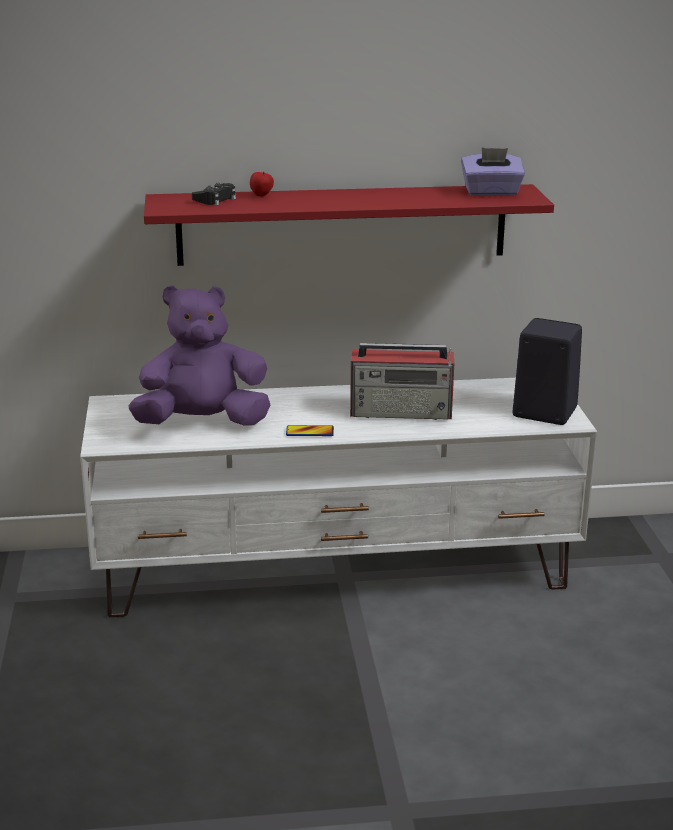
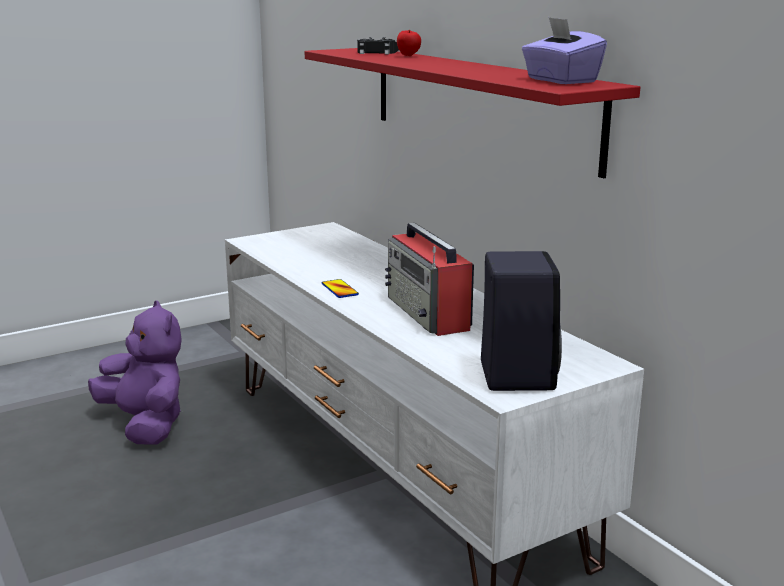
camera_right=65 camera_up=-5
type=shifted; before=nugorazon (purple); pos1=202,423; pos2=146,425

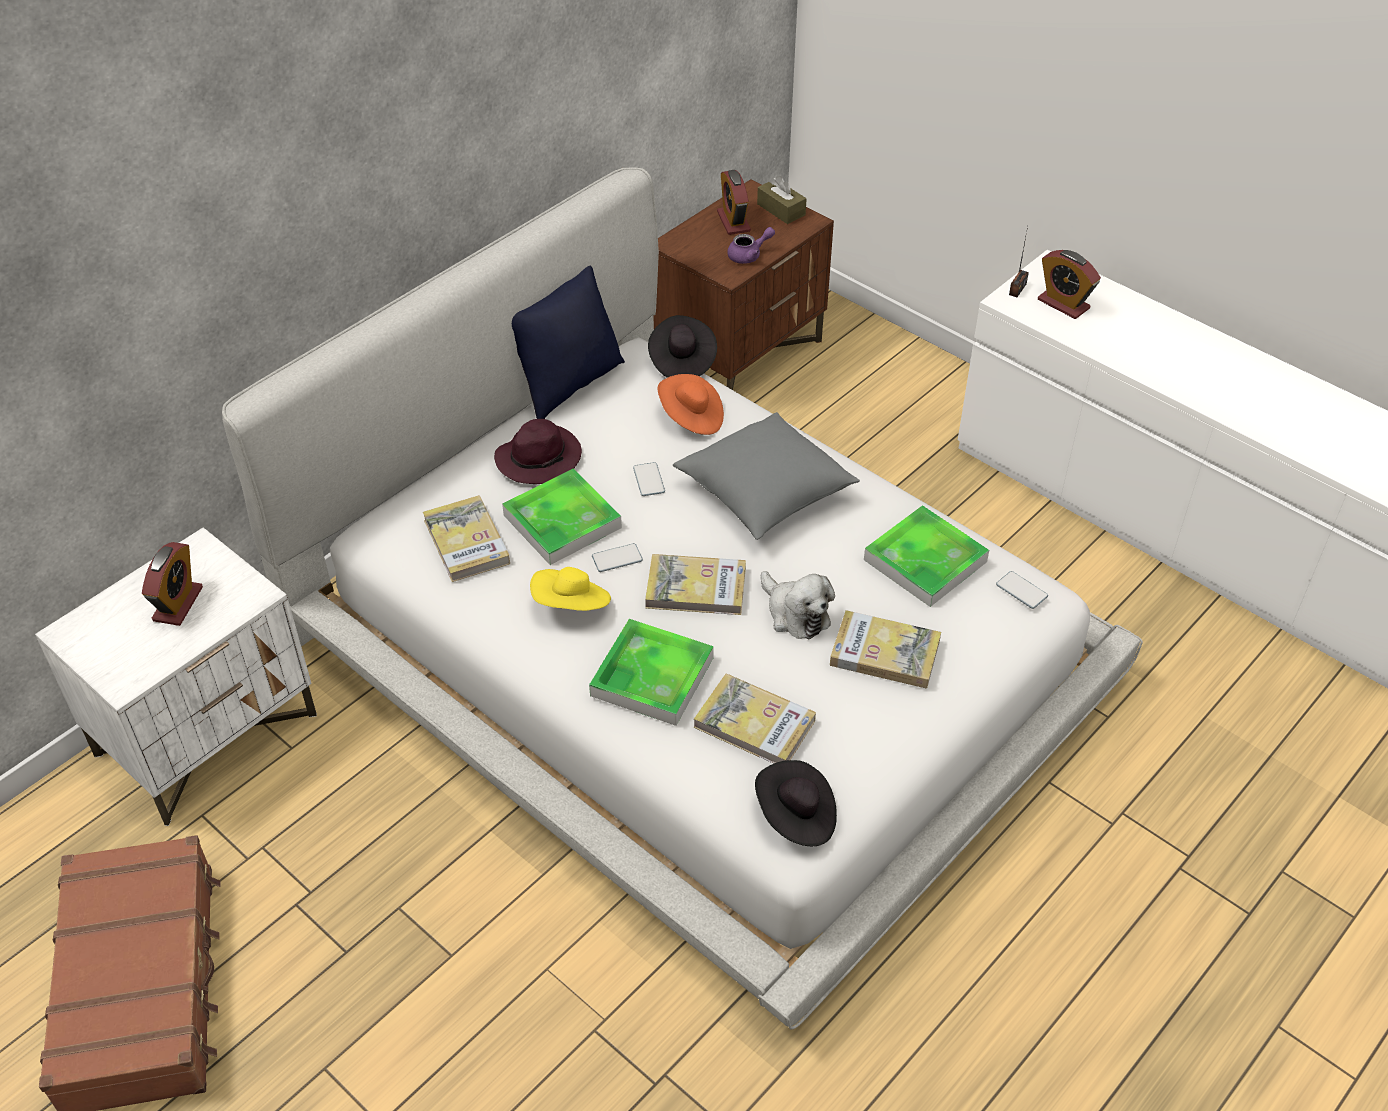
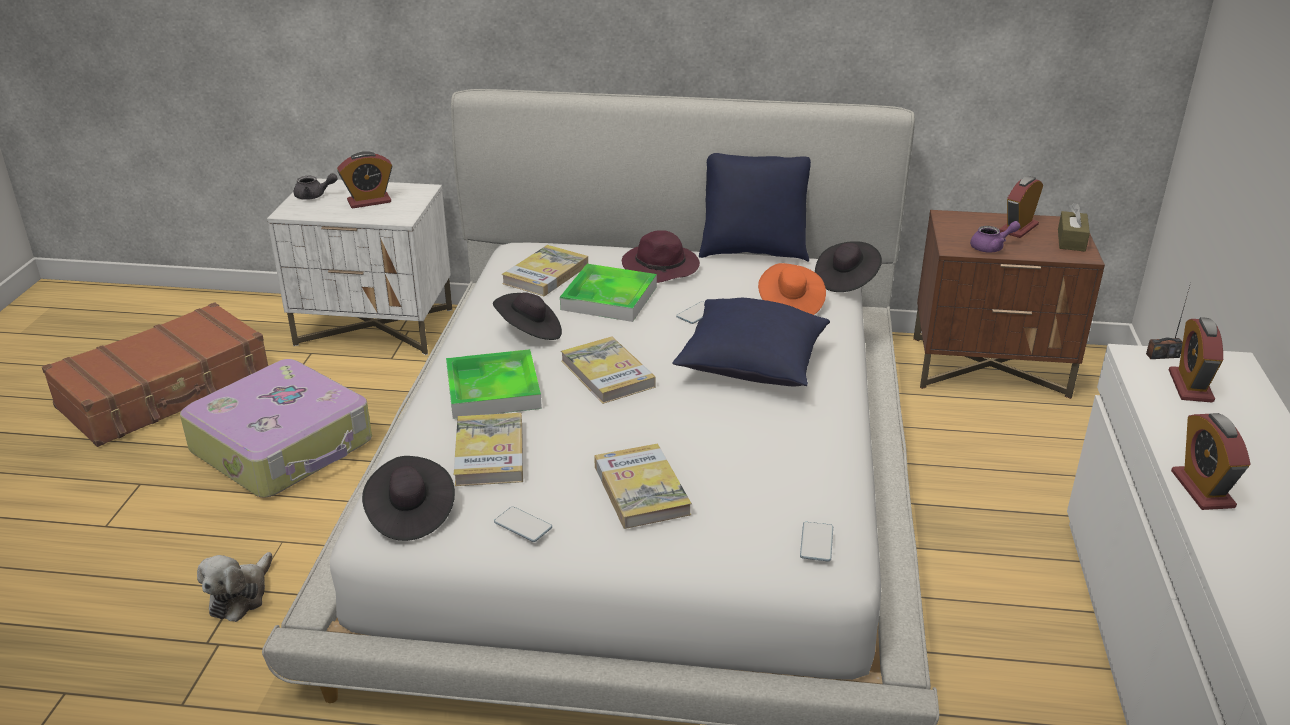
camera_right=55 camera_up=-15
type=rotated; before=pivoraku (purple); pos1=749,255; pos2=991,247; turn=-45
type=repainted; before=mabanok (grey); after=mabanok (blue); pos1=765,494; pos2=751,366
type=gone; before=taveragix; pos1=925,561
type=shifted; before=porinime; pos1=617,558; pos2=523,525
type=repainted; before=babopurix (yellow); after=babopurix (black); pos1=572,605; pos2=529,332
type=shifted; before=nugorazon; pos1=795,613; pos2=240,596
type=new; after=pivoraku (grey); pos2=314,196
type=new; after=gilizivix; pos2=284,446
type=new; after=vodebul; pos2=1202,489

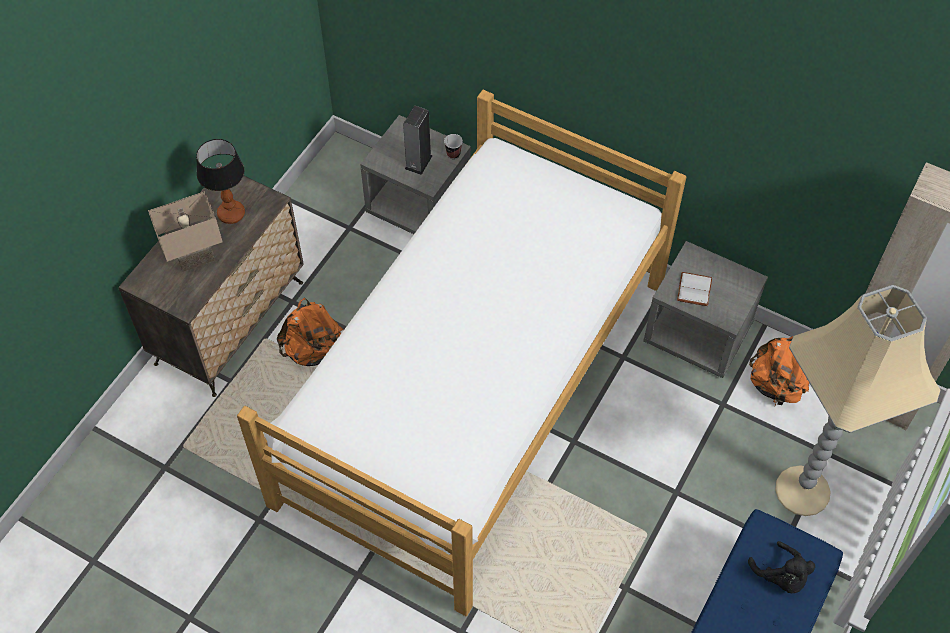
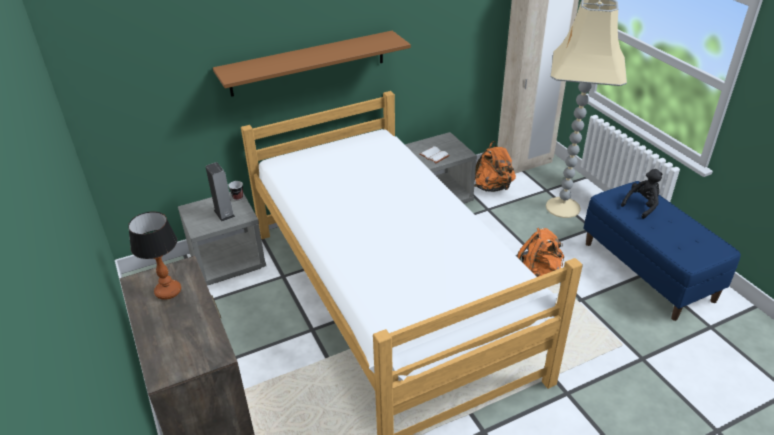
camera_right=-55 camera_up=-20
type=gone; before=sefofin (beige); pos1=195,260
type=shifted; before=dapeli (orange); pos1=314,350; pos2=539,276
type=rotated; before=nugorazon (black); pos1=781,577; pos2=642,205; turn=-45
type=new; after=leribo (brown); pos2=308,63

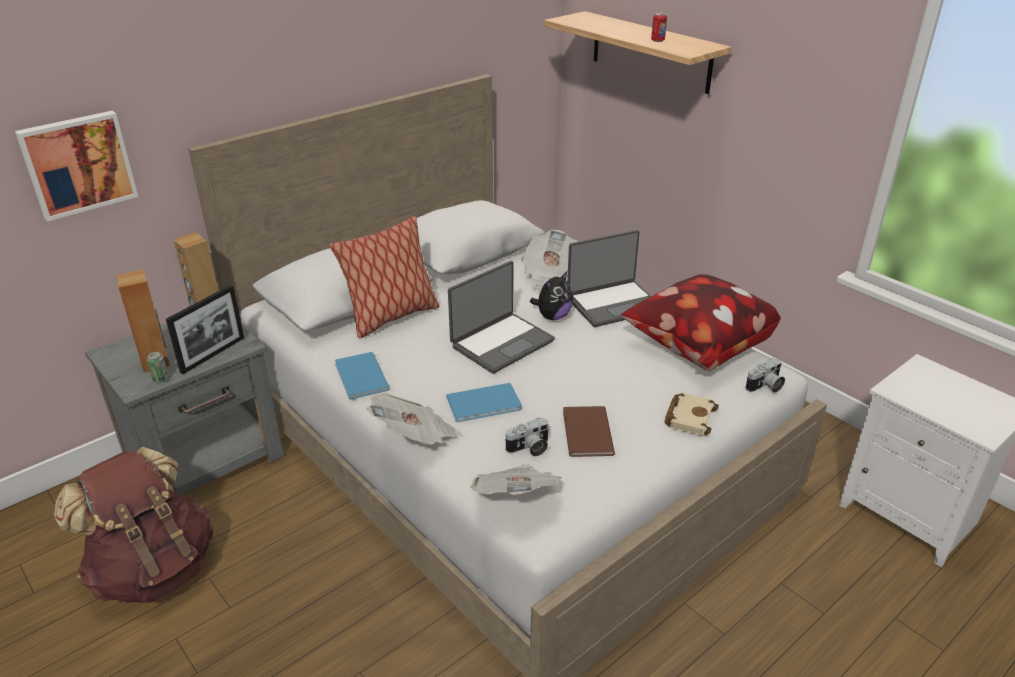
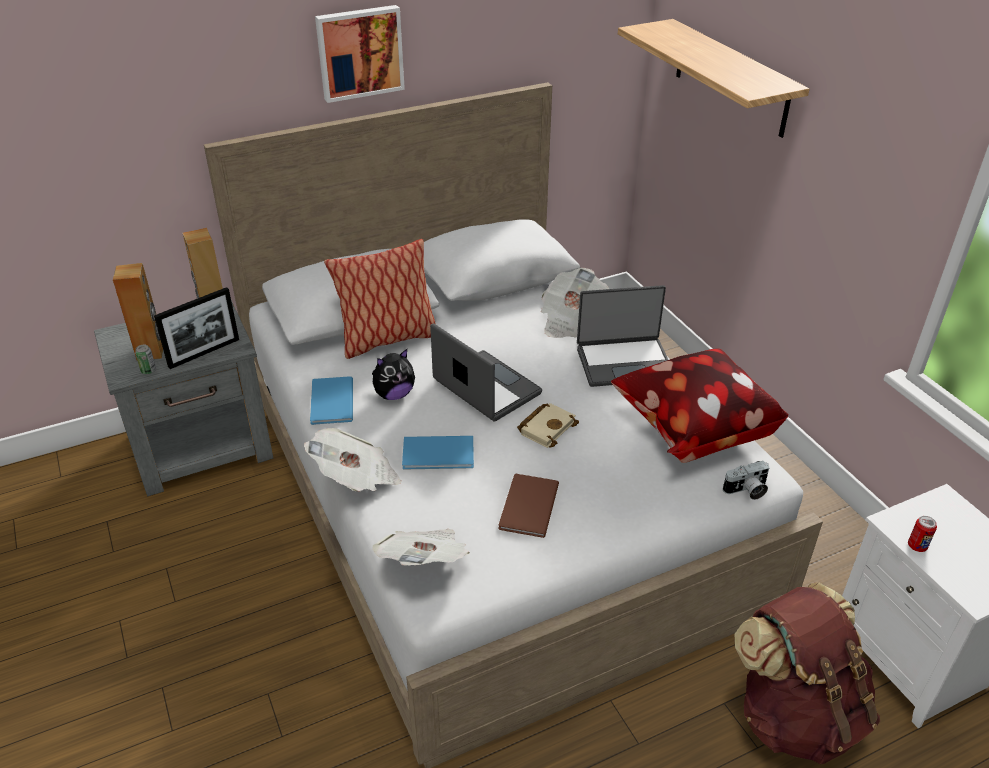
camera_right=15 camera_up=5
type=shifted; before=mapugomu; pos1=657,40; pos2=917,546
type=shifted; before=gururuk; pos1=78,164; pos2=359,52
type=rotated; before=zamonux; pos1=501,343; pos2=485,388; turn=-105
type=shifted; before=nugorazon; pos1=553,316; pos2=394,394
type=shifted; before=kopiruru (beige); pos1=689,416; pos2=547,427
type=gone; before=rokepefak; pos1=529,448
type=shifted; before=dapeli (brown); pos1=154,569; pos2=795,714

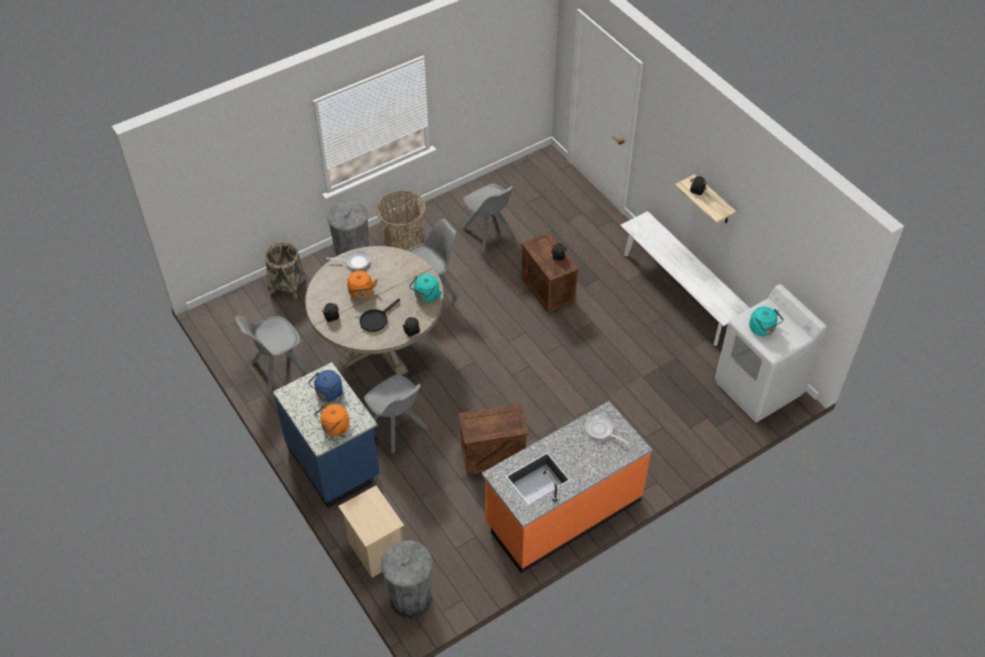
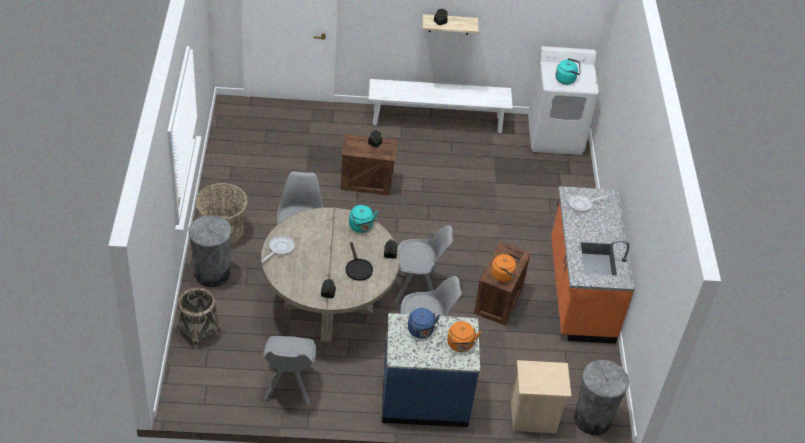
camera_right=-60 camera_up=-5
type=shifted; before=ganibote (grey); pos1=488,233; pos2=417,288
type=shifted; before=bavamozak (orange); pos1=361,293; pos2=504,275

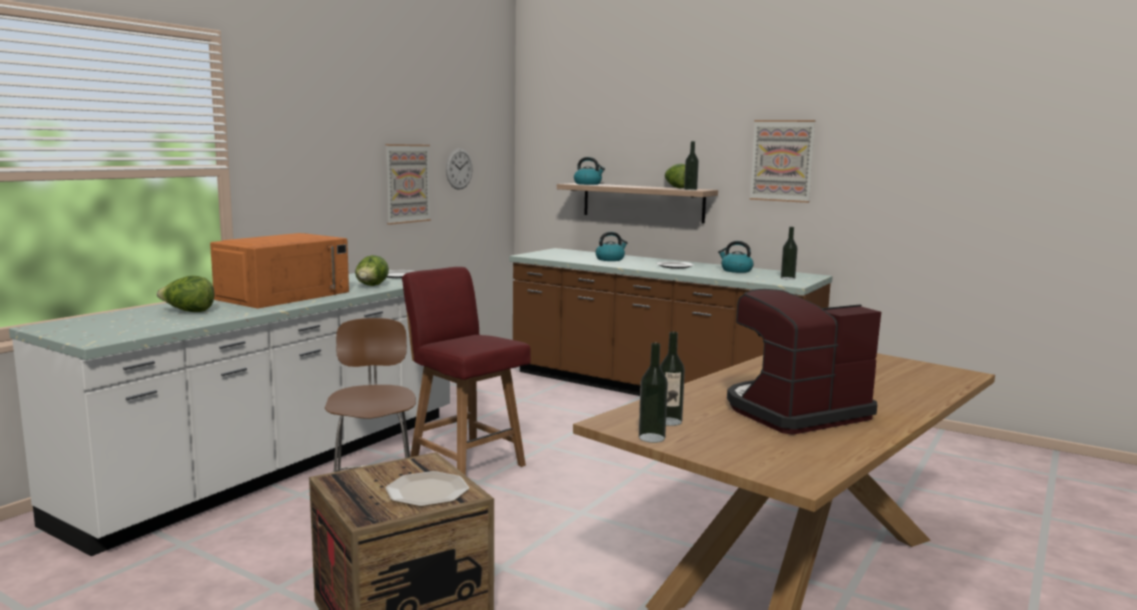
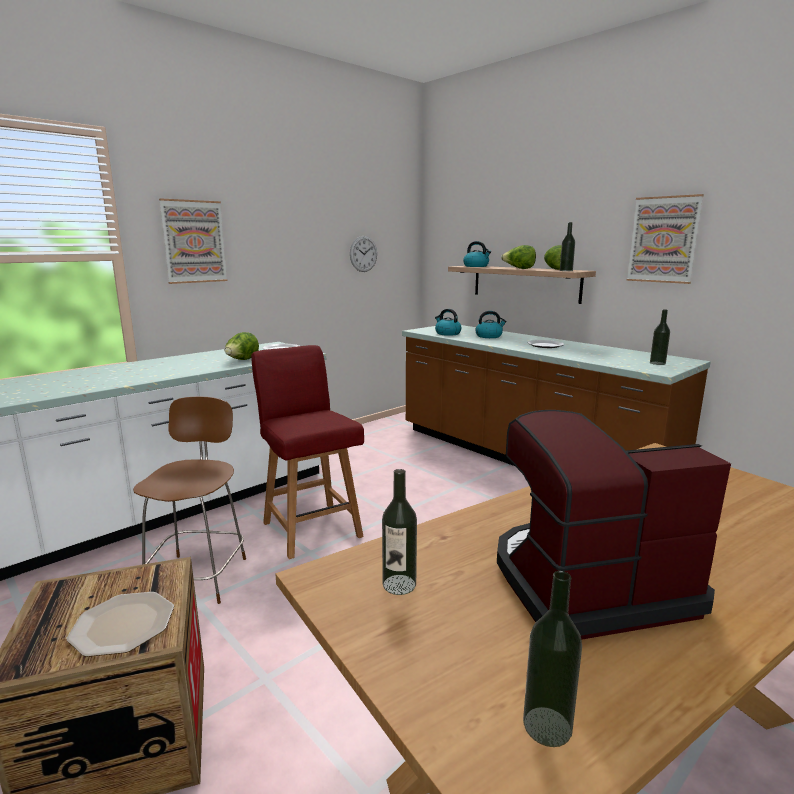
camera_right=15 camera_up=5
type=shifted; before=gururuk; pos1=407,183; pos2=194,242
type=gone; before=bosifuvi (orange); pos1=284,295
type=shifted; before=bavamozak; pos1=736,270; pos2=447,333
type=shifted; before=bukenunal; pos1=188,312; pos2=519,268
type=shifted; before=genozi; pos1=651,438; pos2=547,726

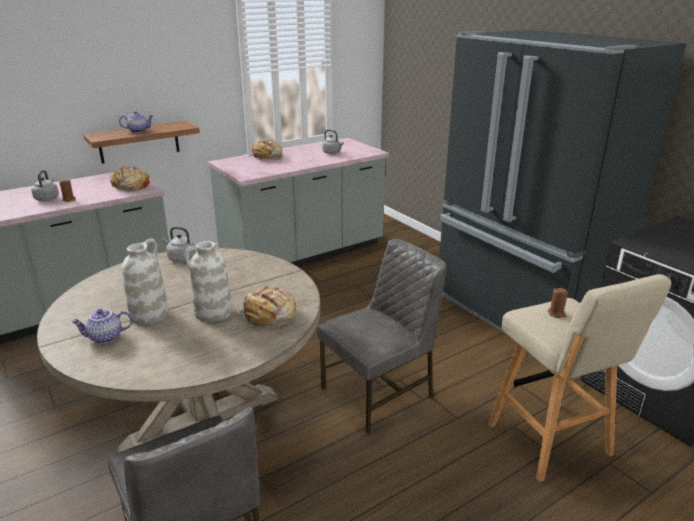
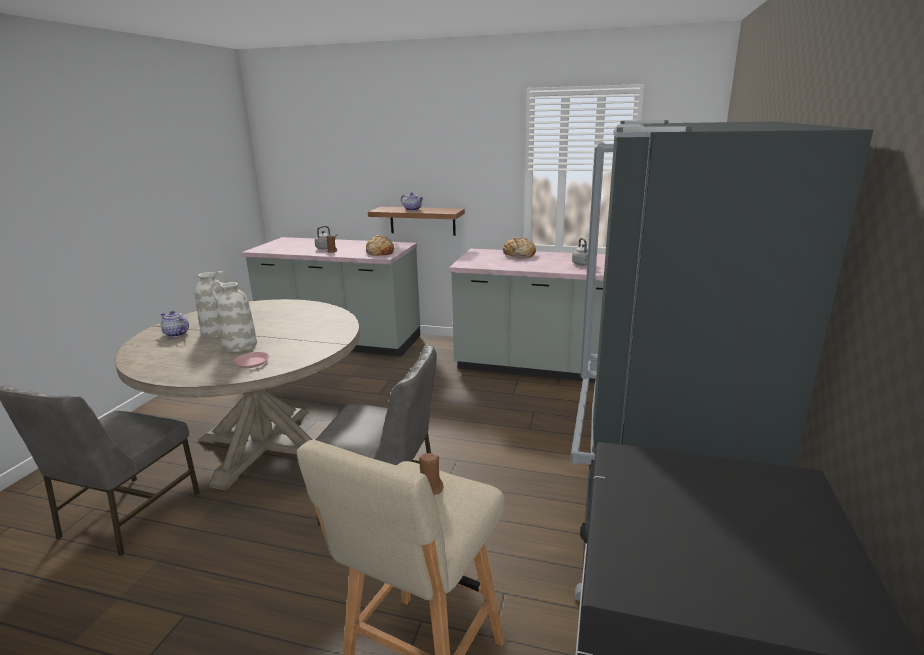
camera_right=50 camera_up=-5
type=gone; before=bavamozak (grey); pos1=180,258
type=swapped; before=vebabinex; after=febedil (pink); pos1=269,316; pos2=252,362

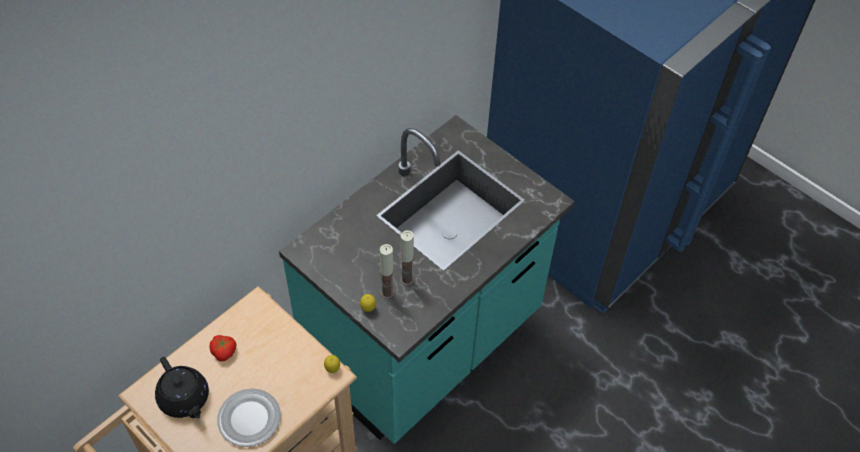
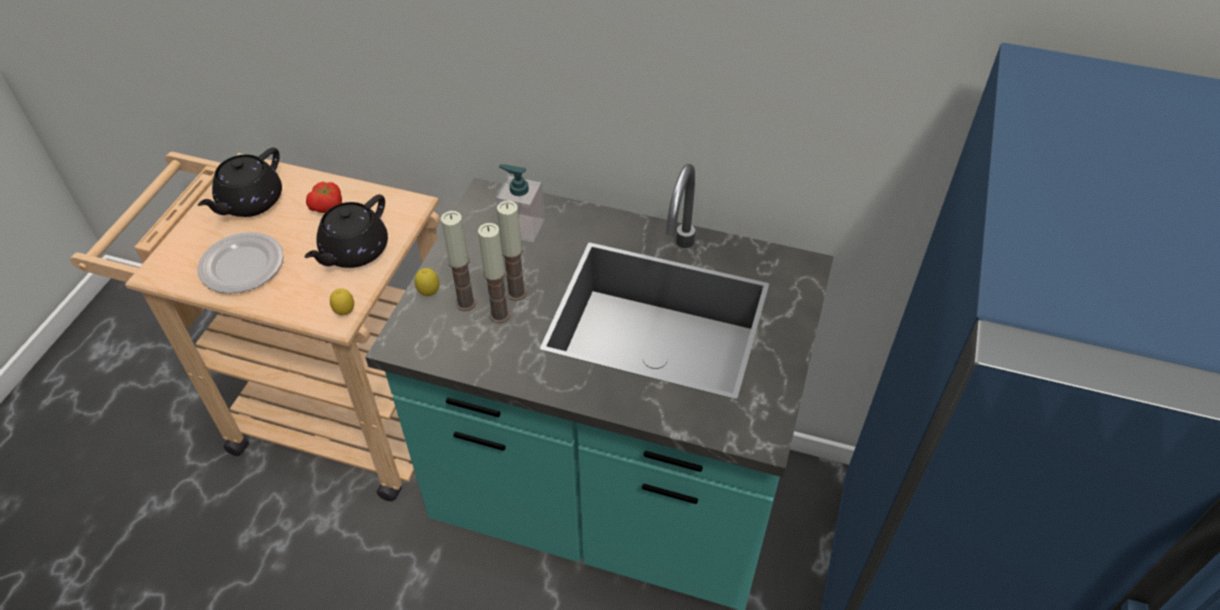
camera_right=65 camera_up=-5
type=new; after=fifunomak; pos2=522,227
type=new; after=pivoraku (black); pos2=353,251
type=new; after=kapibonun; pos2=516,293

